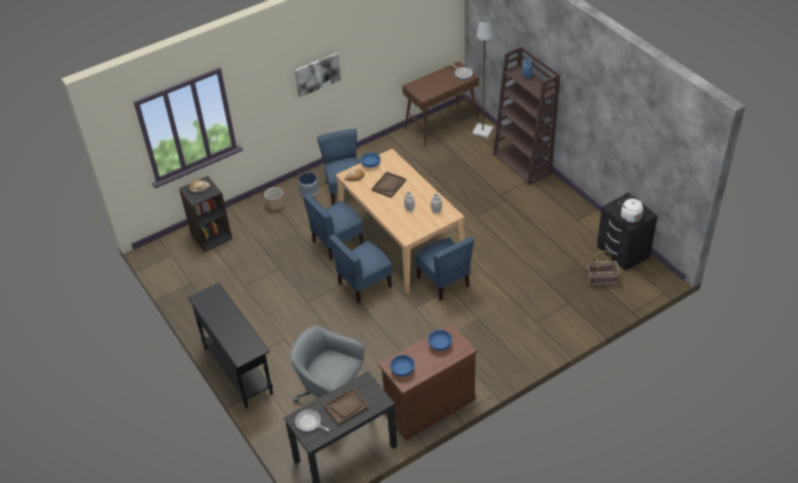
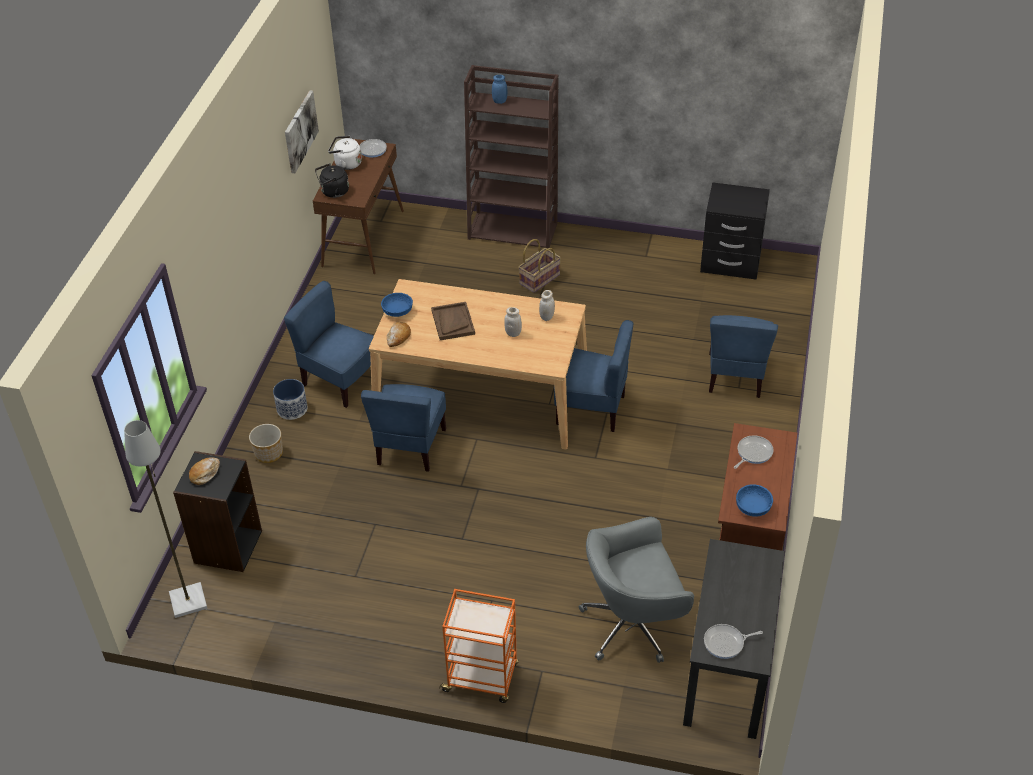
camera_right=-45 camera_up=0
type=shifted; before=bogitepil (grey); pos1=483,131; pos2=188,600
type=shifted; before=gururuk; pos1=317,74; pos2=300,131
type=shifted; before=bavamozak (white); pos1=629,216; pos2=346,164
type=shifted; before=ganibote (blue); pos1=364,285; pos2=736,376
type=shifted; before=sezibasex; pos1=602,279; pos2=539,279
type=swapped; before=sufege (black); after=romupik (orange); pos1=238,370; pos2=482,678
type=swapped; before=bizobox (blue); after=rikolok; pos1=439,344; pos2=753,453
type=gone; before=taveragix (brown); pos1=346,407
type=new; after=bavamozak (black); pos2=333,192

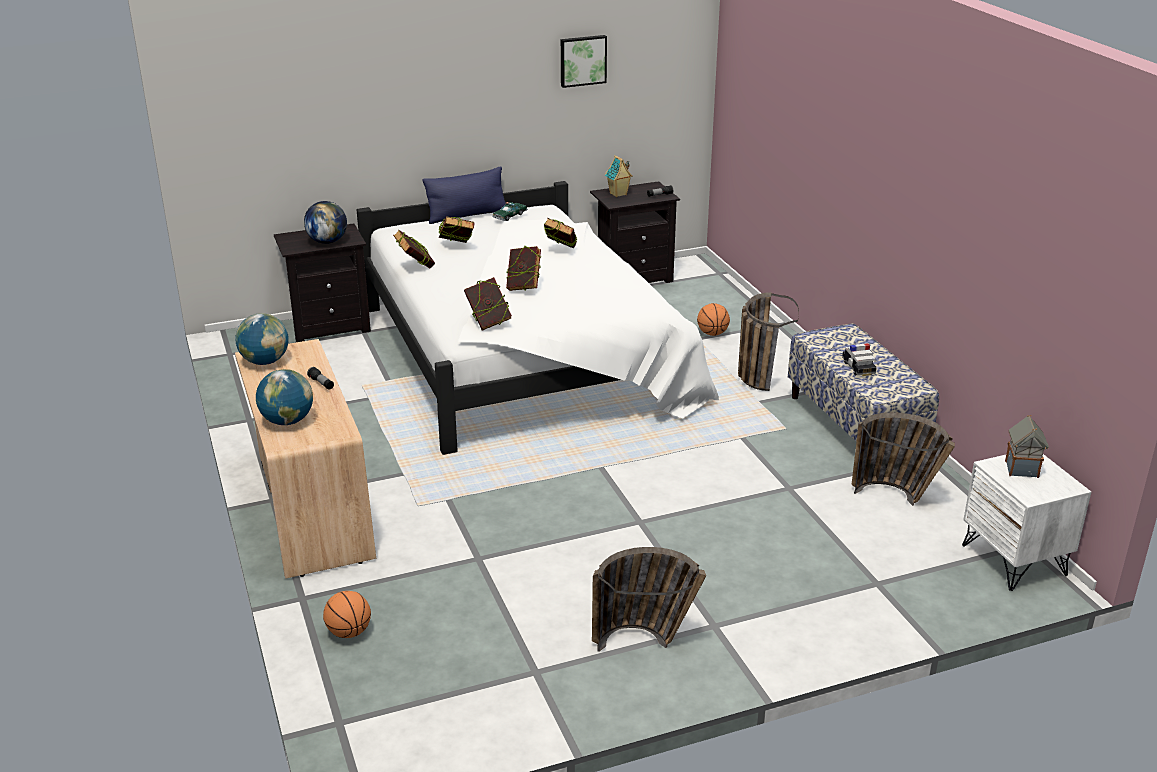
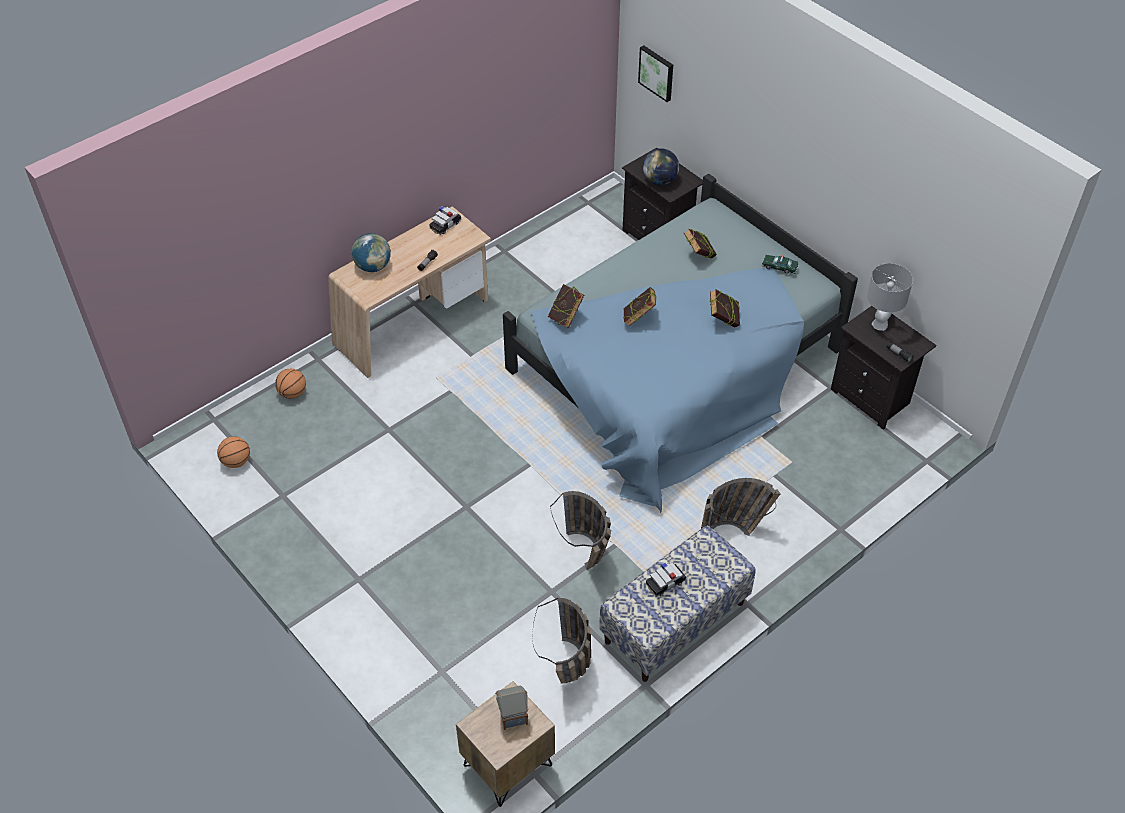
camera_right=70 camera_up=20
type=shifted; before=gururuk; pos1=582,60; pos2=657,72
type=swapped; before=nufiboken; after=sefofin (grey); pos1=618,194; pos2=880,324
type=gone; before=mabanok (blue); pos1=467,215
type=repainted; before=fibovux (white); after=fibovux (blue); pos1=525,357; pos2=675,369
type=gone; before=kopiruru; pos1=415,267
type=shifted; before=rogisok; pos1=712,334; pos2=236,462
type=swapped; before=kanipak; after=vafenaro; pos1=265,361; pos2=445,225
type=repainted; before=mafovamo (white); after=mafovamo (brown); pos1=1014,560; pos2=508,765
type=shifted; before=sezibasex; pos1=646,641; pos2=588,557

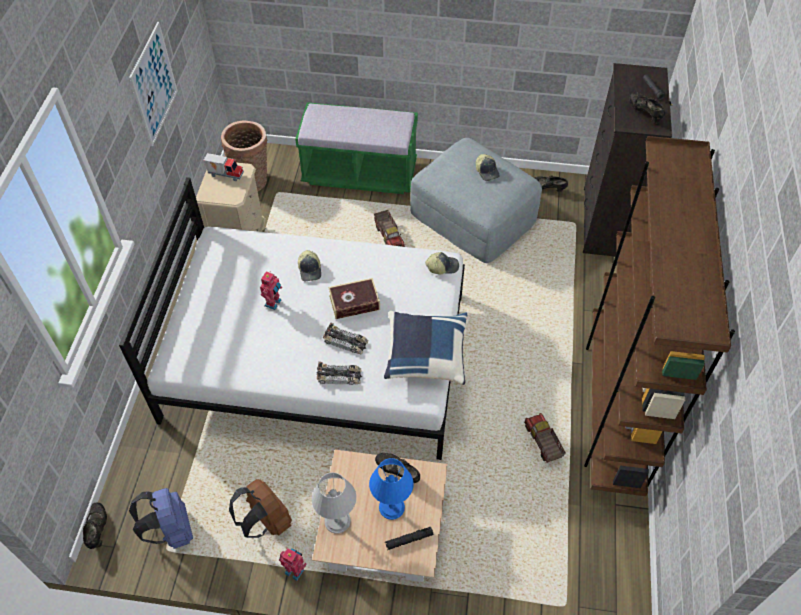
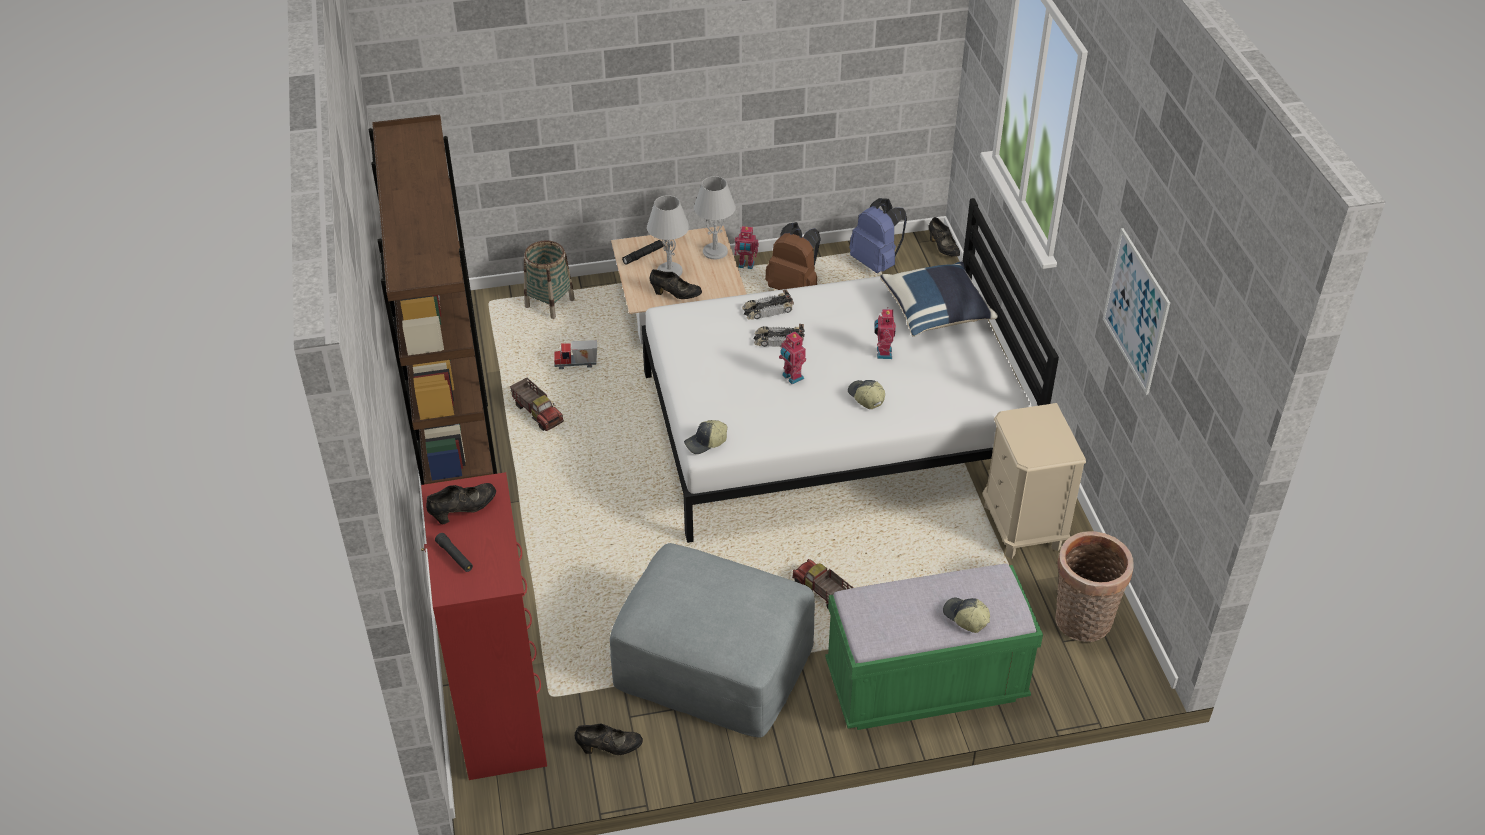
camera_right=160 camera_up=-10
type=repainted; before=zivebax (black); after=zivebax (red); pos1=605,223; pos2=502,711
type=rotated; before=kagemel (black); pos1=644,113; pos2=463,510; turn=-75
type=shifted; before=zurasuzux; pos1=226,174; pos2=576,365
type=shifted; before=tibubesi; pos1=487,171; pos2=965,618
type=swapped; before=kopiruru; after=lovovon; pos1=354,303; pos2=791,377
type=shifted; before=mabanok (blue); pos1=425,355; pos2=936,313
type=repainted; before=sefofin (blue); after=sefofin (grey); pos1=392,507; pos2=669,271
type=new; after=sezibasex; pos2=549,303

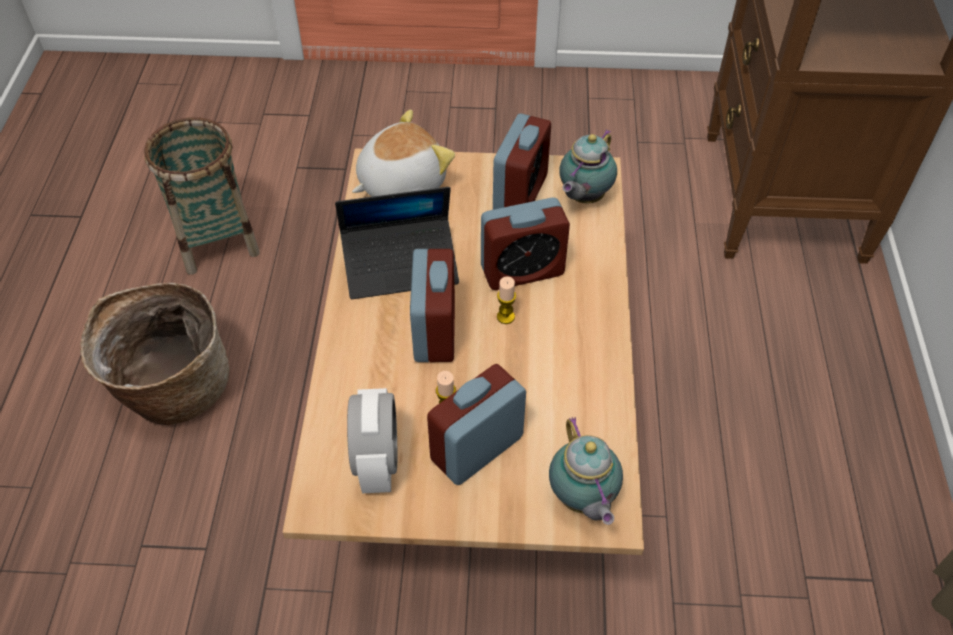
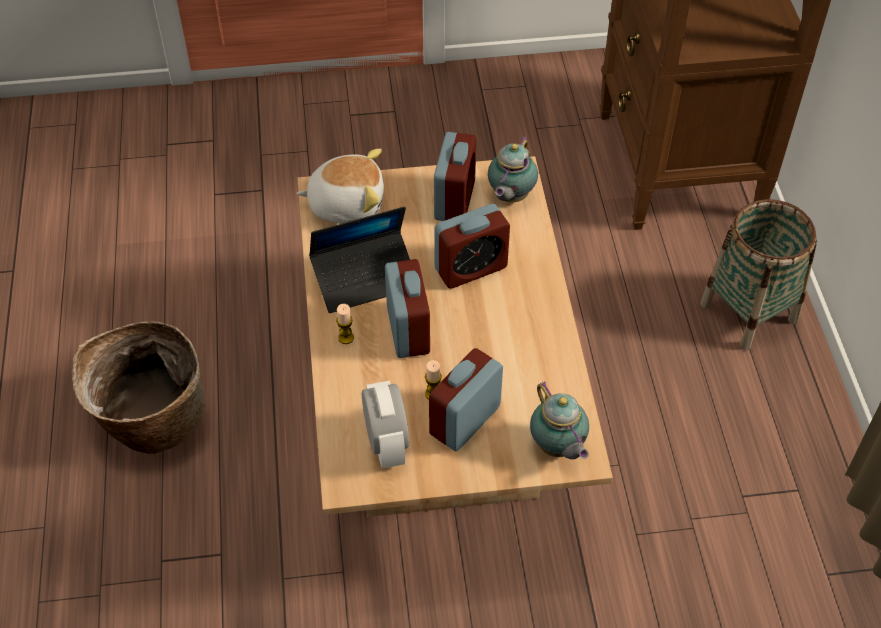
camera_right=-10 camera_up=0
type=rotated; before=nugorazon; pos1=400,182; pos2=346,204; turn=45
type=shifted; before=sezibasex; pos1=216,240; pos2=748,312
type=shifted; before=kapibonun; pos1=505,317; pos2=346,337

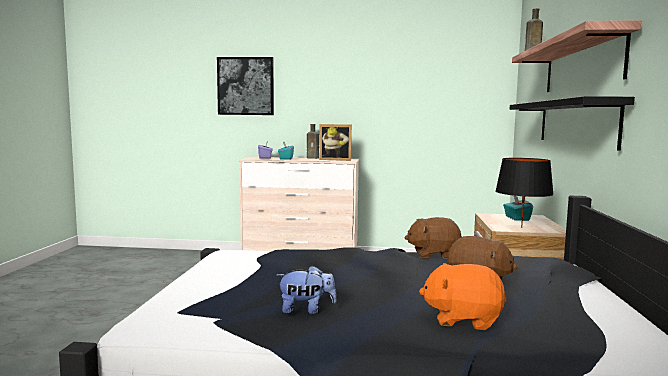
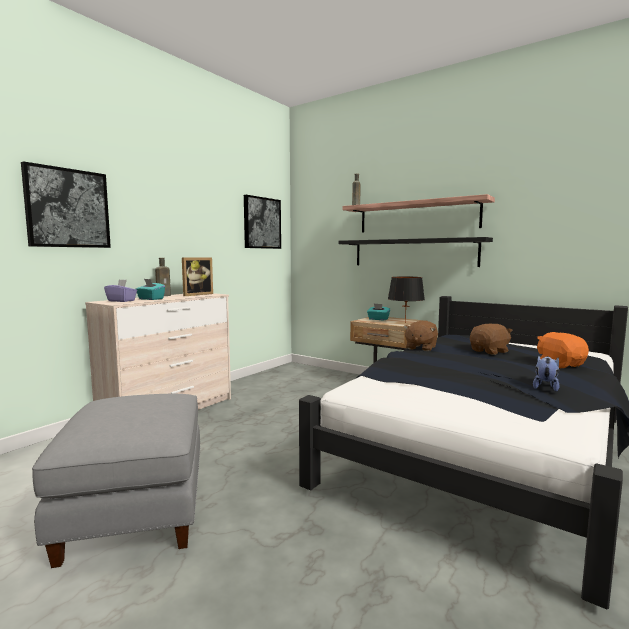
camera_right=-60 camera_up=0
type=rotated; before=nugorazon (orange); pos1=463,319; pos2=560,364; turn=120
type=new; after=gururuk; pos2=262,223
type=new; after=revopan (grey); pos2=134,509

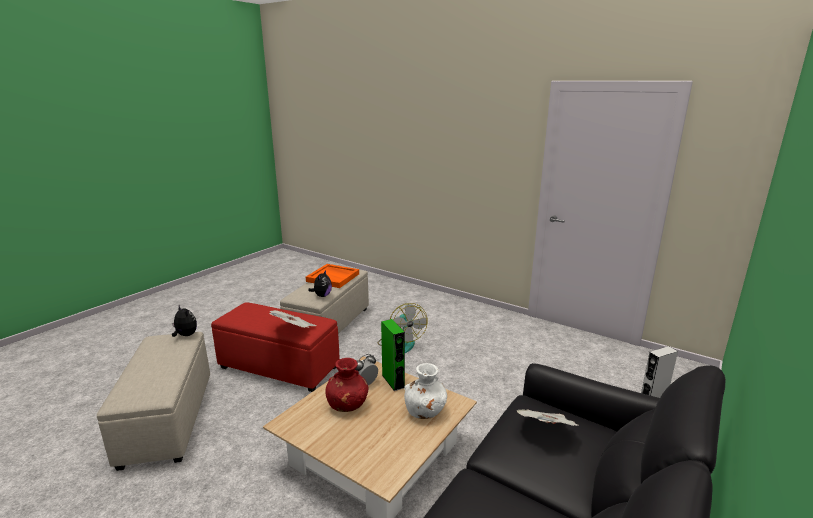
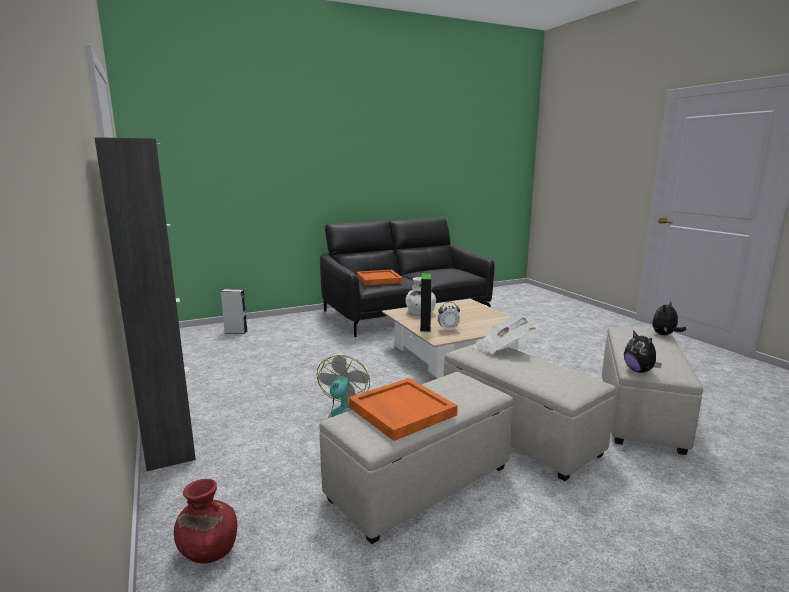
camera_right=-150 camera_up=-5
type=shifted; before=nugorazon; pos1=322,295; pos2=664,335
type=repainted; before=revopan (red); after=revopan (beige); pos1=280,367; pos2=517,433
type=shifted; before=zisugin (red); pos1=347,405; pos2=208,550
type=swapped; before=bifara; after=taveragix (orange); pos1=546,430; pos2=378,279
type=new; after=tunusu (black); pos2=170,440

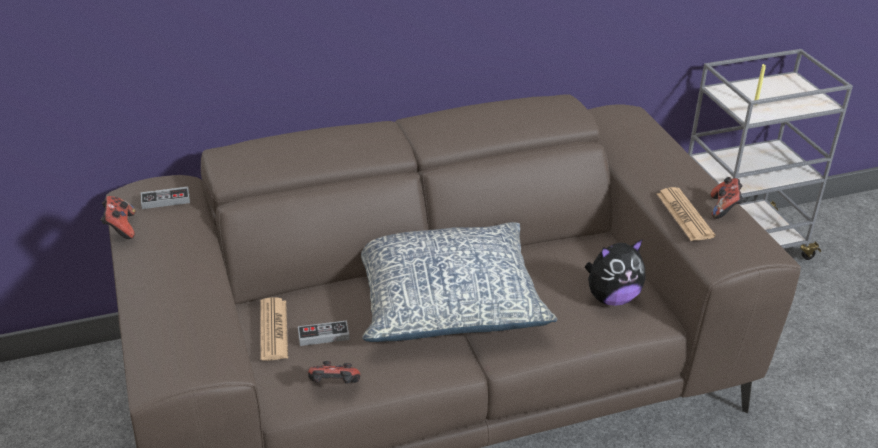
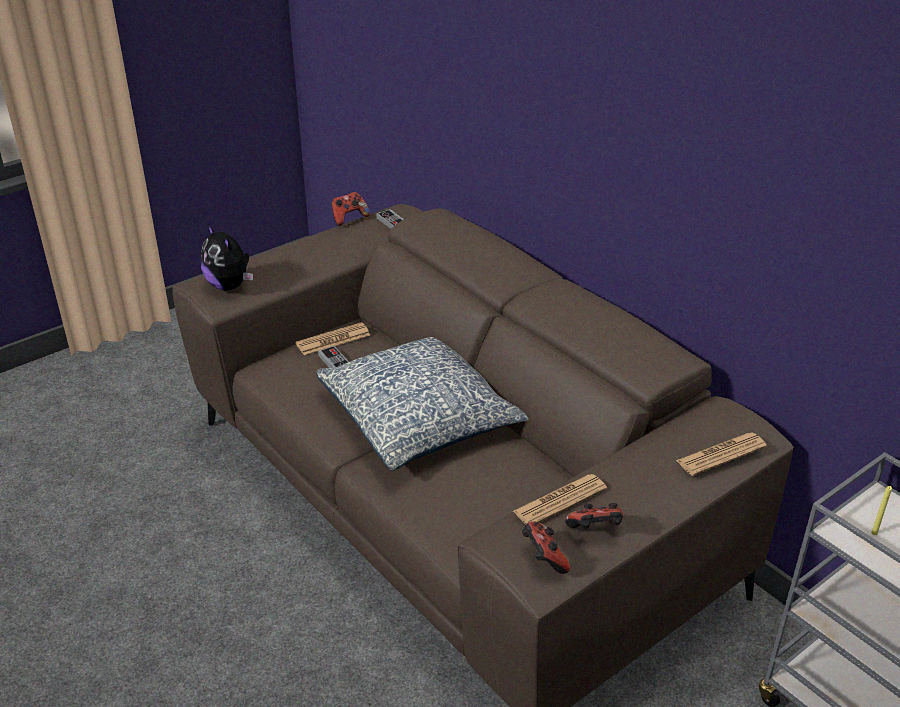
camera_right=70 camera_up=0
type=shifted; before=nugorazon; pos1=611,298; pos2=229,286
type=shifted; before=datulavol; pos1=334,387; pos2=543,558
type=new; after=bifara; pos2=721,454

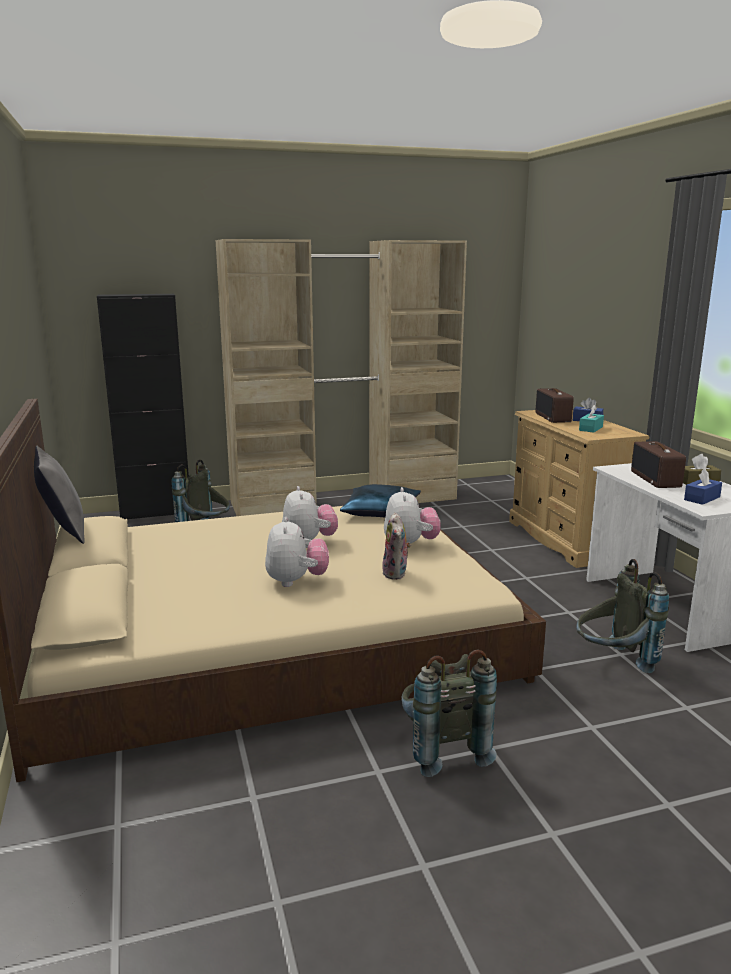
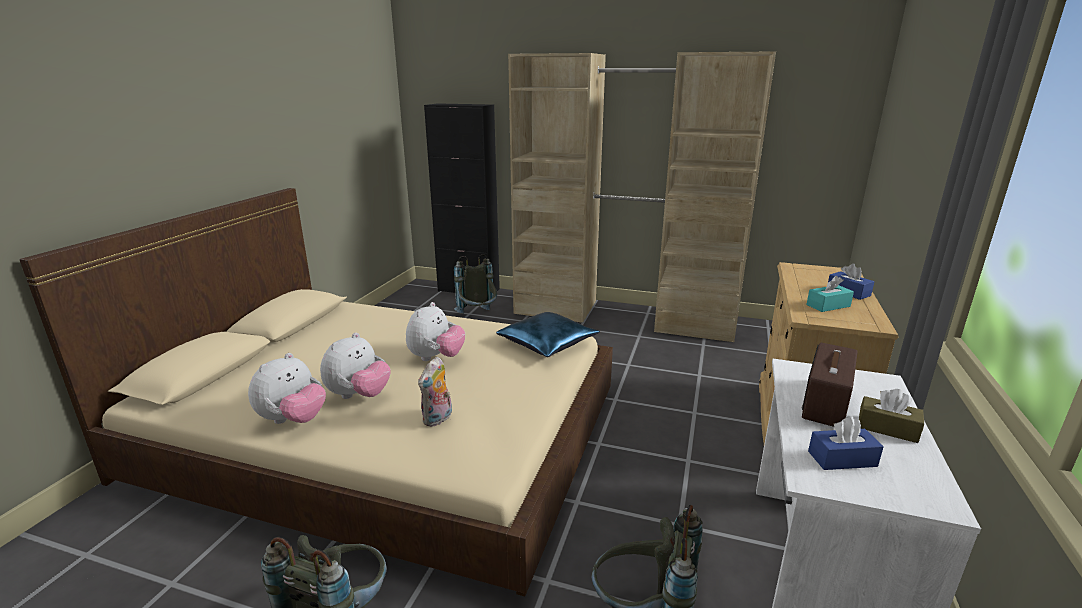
camera_right=35 camera_up=5
type=gone; before=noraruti; pos1=553,417
type=gone; before=mabanok (grey); pos1=63,531
type=shifted; before=nugorazon; pos1=410,545; pos2=293,420

